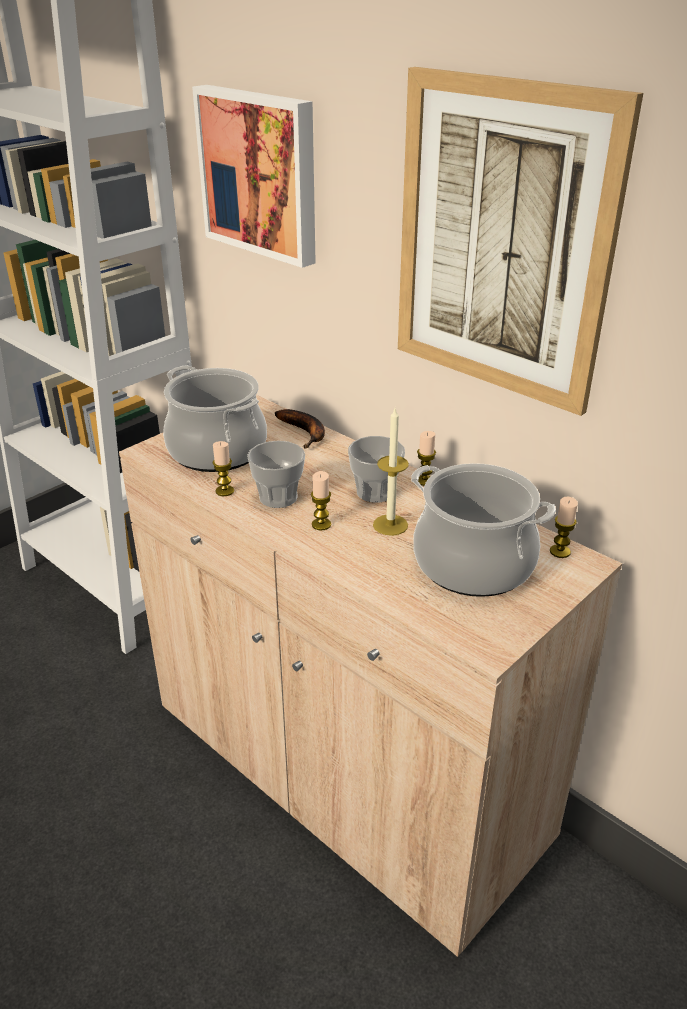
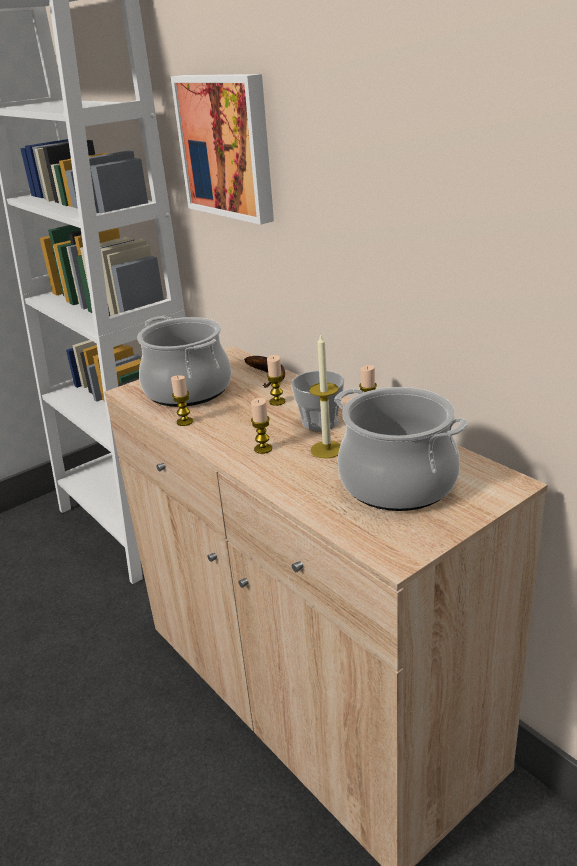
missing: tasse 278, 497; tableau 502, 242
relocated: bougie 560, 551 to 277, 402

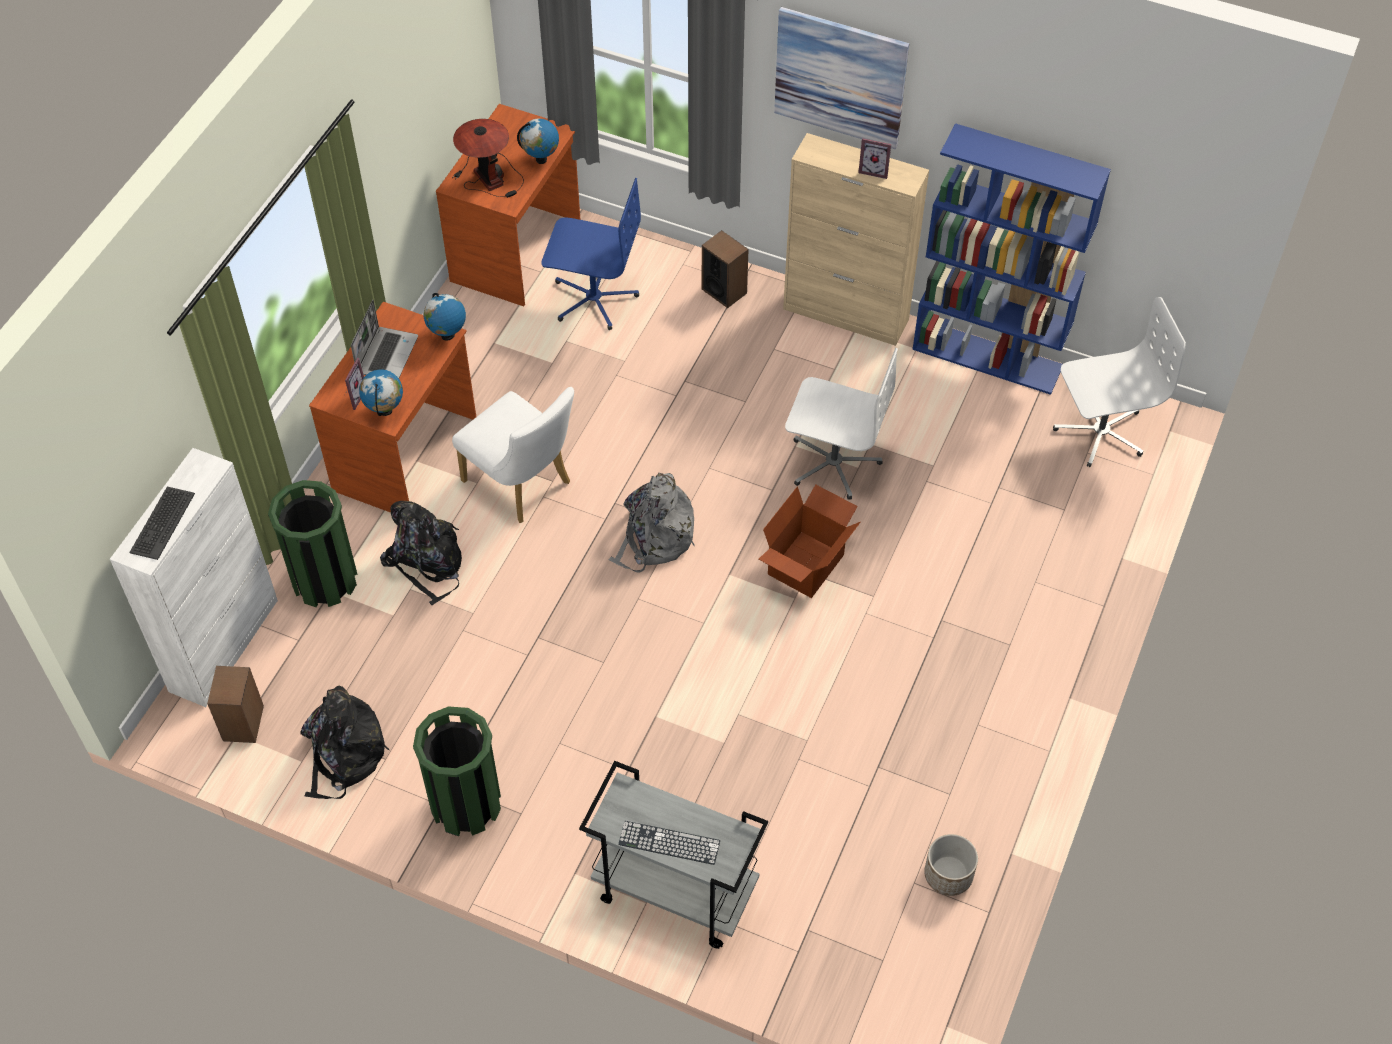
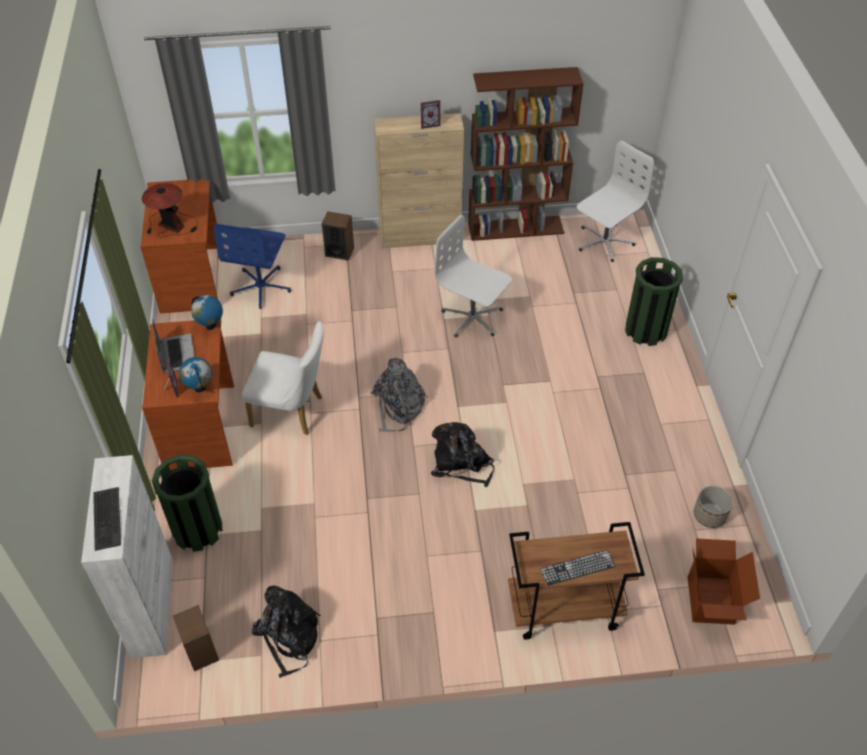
missing: globe 541, 159; tableau 840, 77
relocated: sac à dos [noir] 427, 562 to 461, 463; poubelle [vert] 466, 804 to 646, 330; carton 807, 565 to 711, 600
colour: bibliothèque [bleu] 988, 357 to bibliothèque [marron] 516, 228; chariot [gris] 673, 892 to chariot [marron] 563, 610
spun: chaise de bureau [bleu] 593, 298 = 261, 287 120 degrees clockwise; chaise de bureau [blanc] 833, 462 = 472, 318 135 degrees counterclockwise

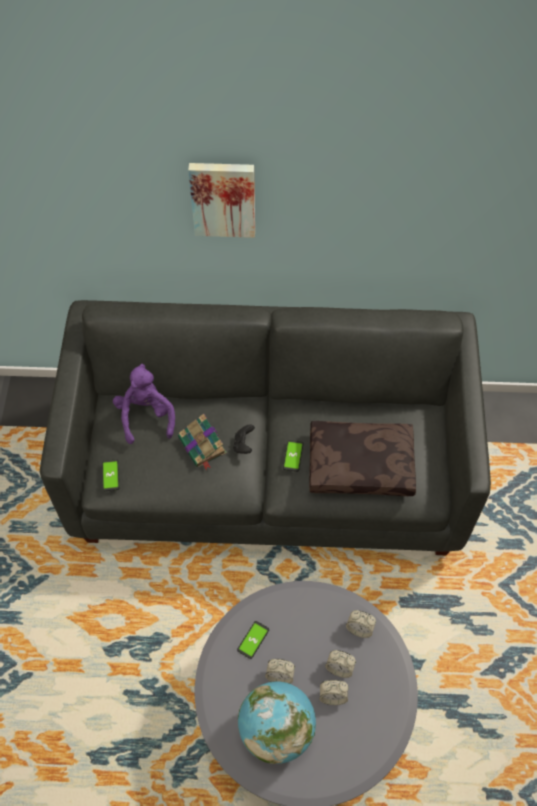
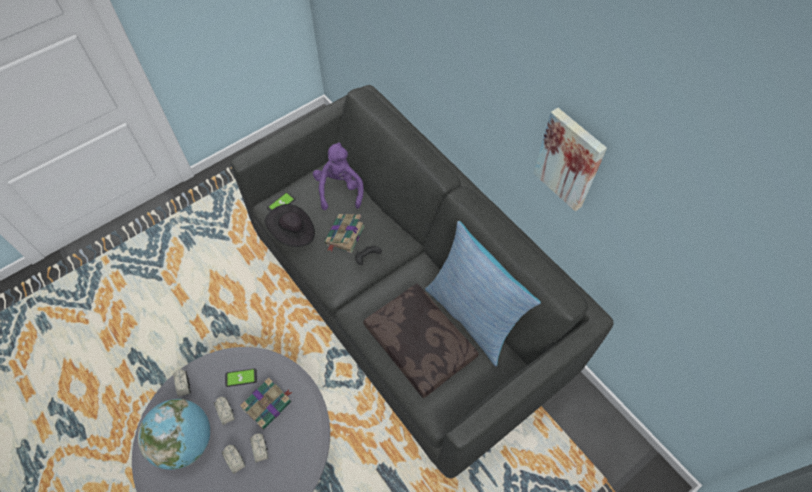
missing: téléphone 293, 456
appeared: livre 268, 404; chapeau [noir] 293, 233; coussin 473, 316
relocated: réveil 359, 628 to 185, 387; tableau 223, 198 to 570, 159
spun: peluche [violet] 146, 416 = 339, 189 45 degrees counterclockwise

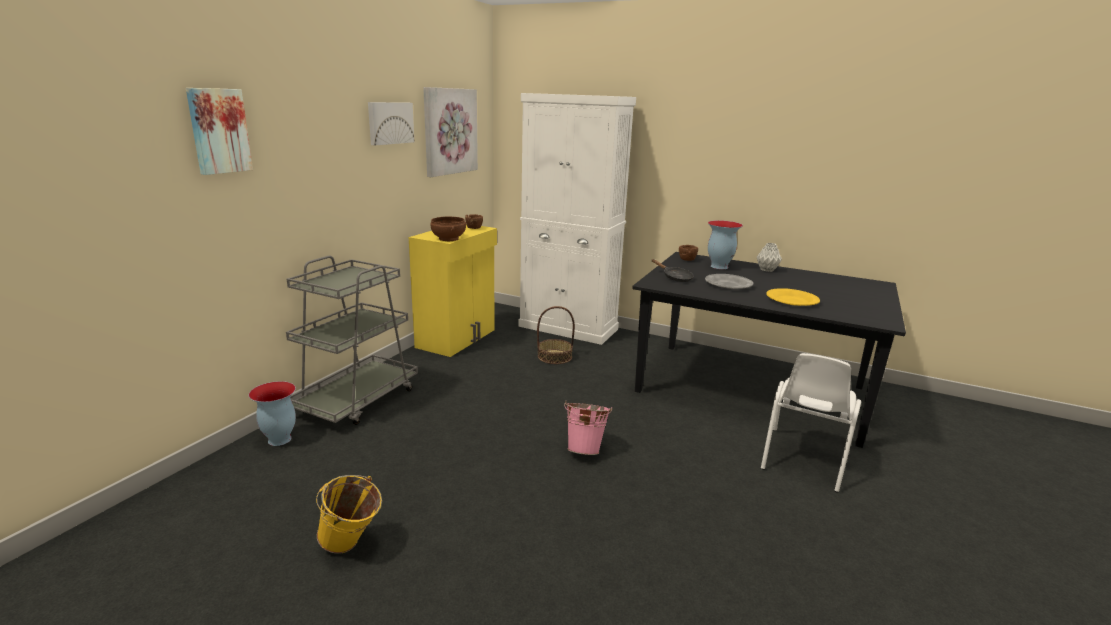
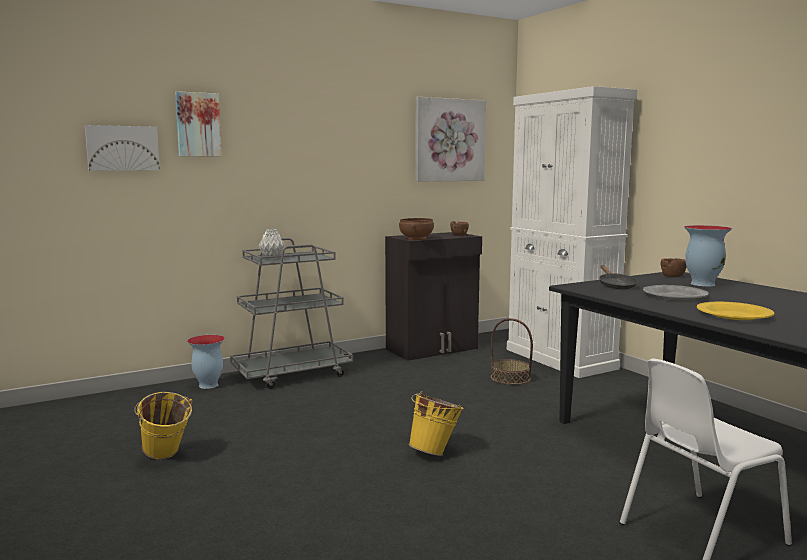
relocated: tableau 390, 123 to 122, 148; vase [gris] 766, 270 to 272, 258
colour: meuble de rangement [jaune] 457, 338 to meuble de rangement [noir] 433, 349; seau [rose] 585, 449 to seau [jaune] 435, 452

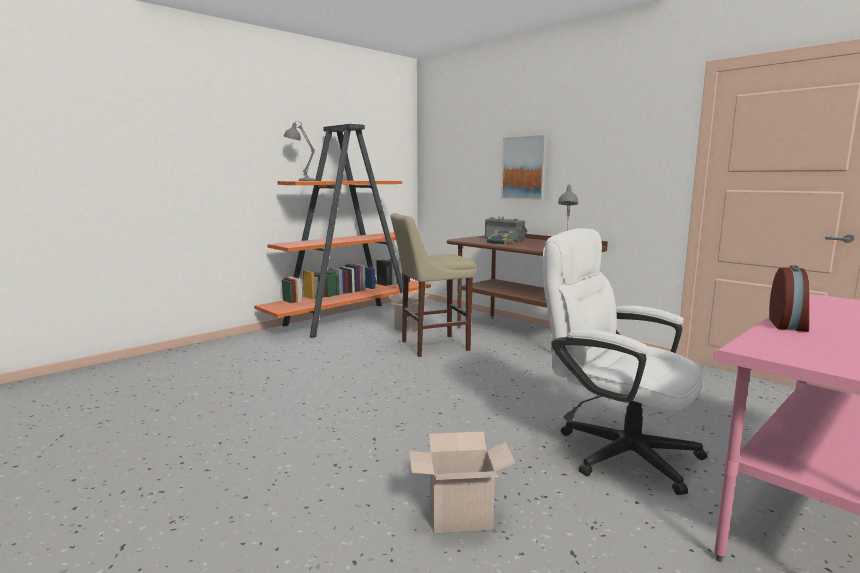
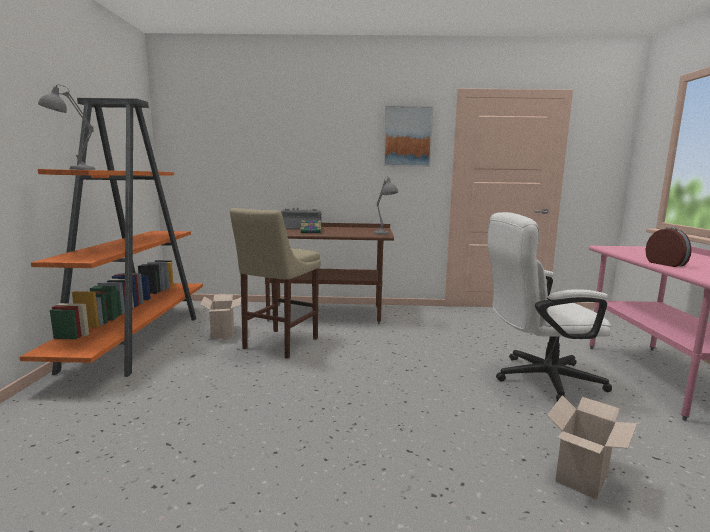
relocated: tableau 524, 168 to 407, 136

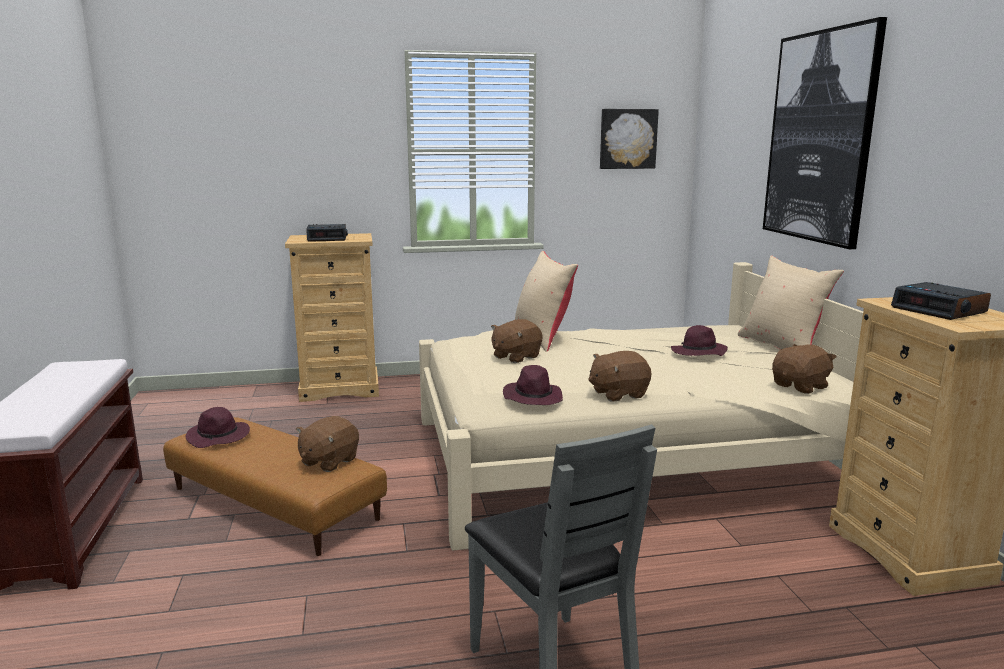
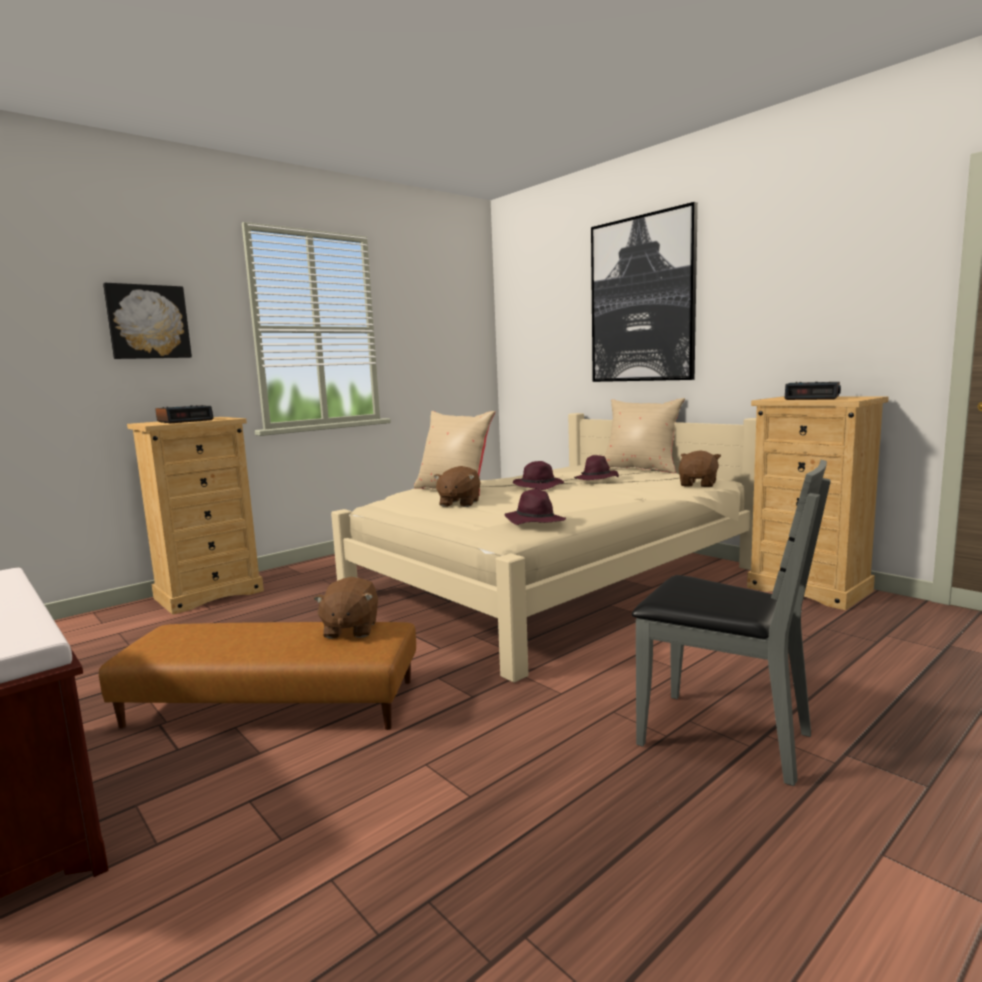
missing: peluche [marron] 618, 394
relocated: tableau 627, 139 to 148, 322; chapeau [violet] 219, 437 to 539, 486

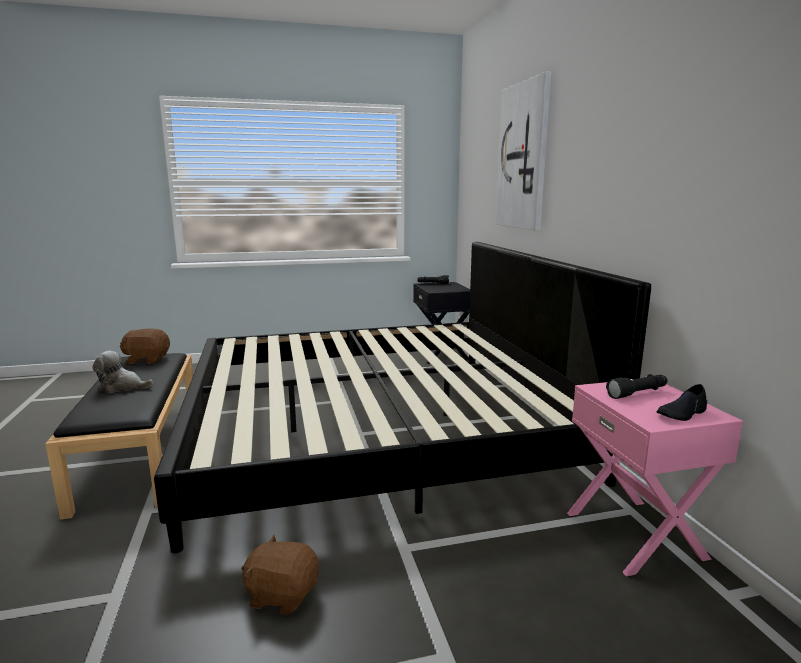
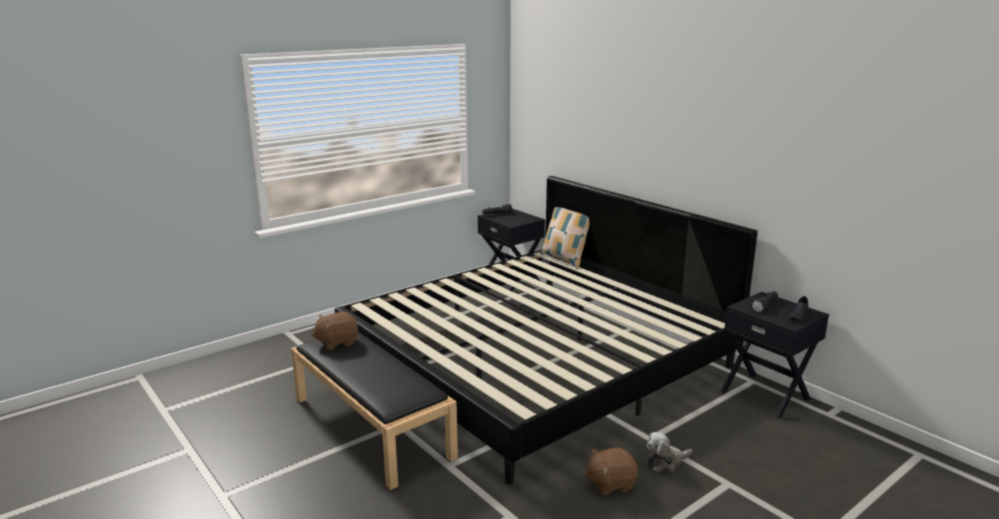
missing: tableau 524, 156
appeared: coussin 565, 259
relocated: peluche 122, 387 to 665, 462
colour: table de chevet [rose] 636, 534 to table de chevet [noir] 765, 395

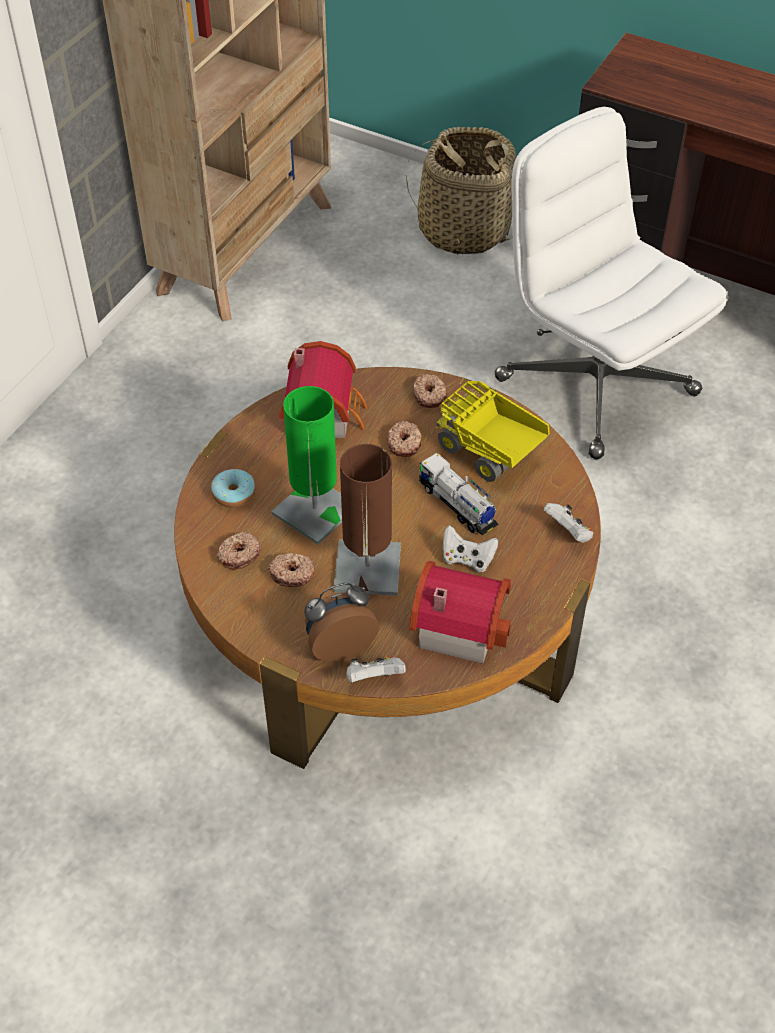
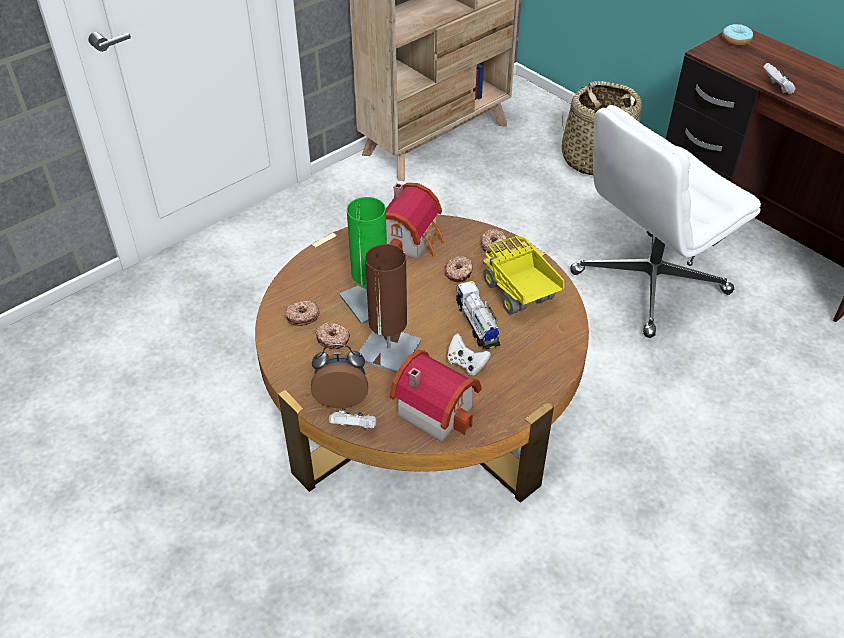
relocated: beignet 234, 494 to 735, 40; manette [blanc] 568, 533 to 777, 88
spun: chaise de bureau [blanc] 594, 385 = 648, 284 105 degrees counterclockwise

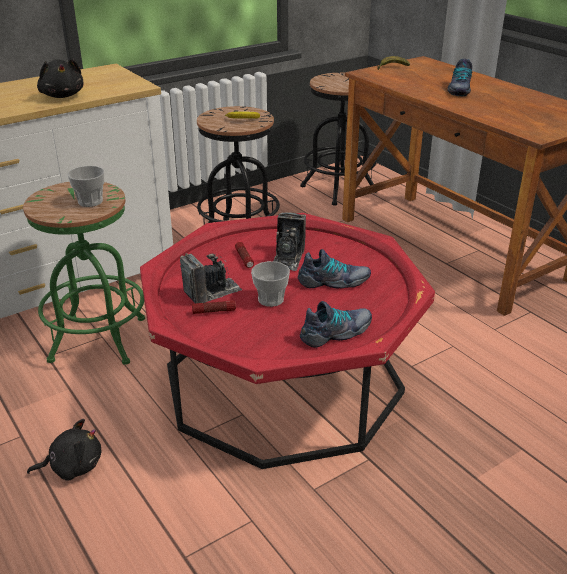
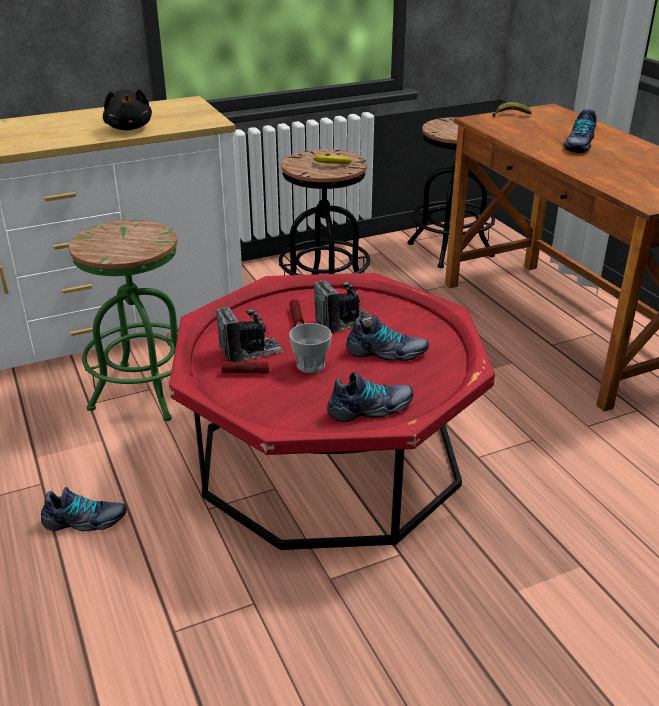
missing: tasse 90, 201
exchanged: peluche [noir] 73, 466 to chaussure 85, 521
spun: appareil photo 288, 258 = 344, 321 135 degrees counterclockwise

